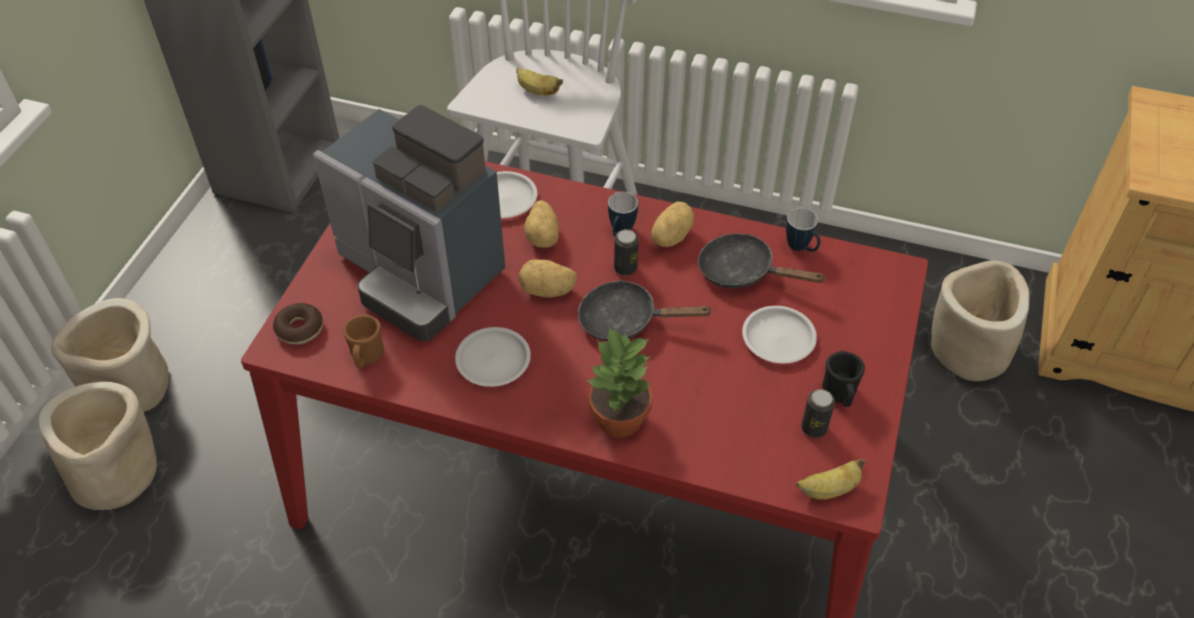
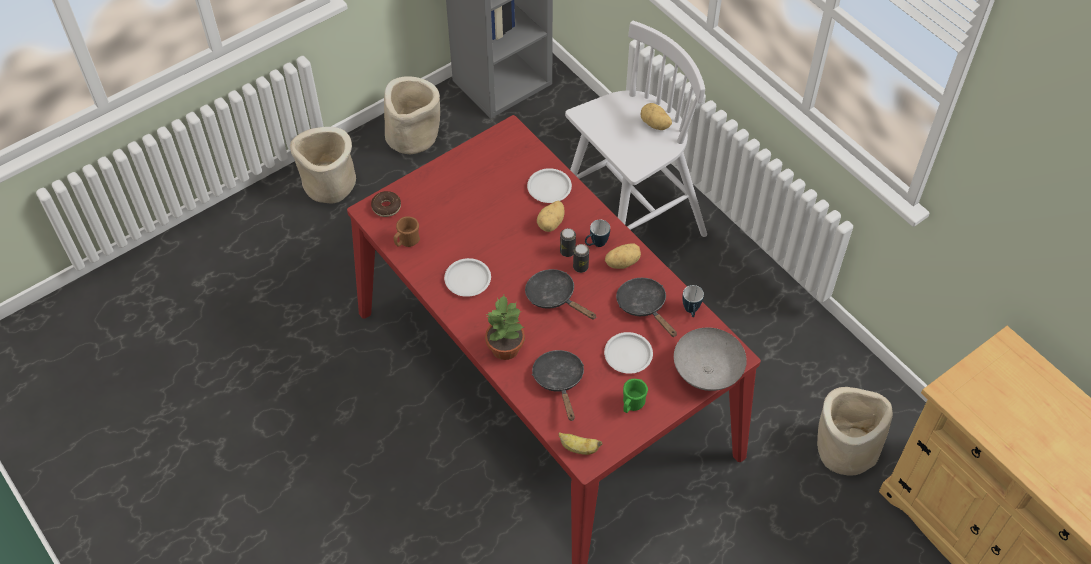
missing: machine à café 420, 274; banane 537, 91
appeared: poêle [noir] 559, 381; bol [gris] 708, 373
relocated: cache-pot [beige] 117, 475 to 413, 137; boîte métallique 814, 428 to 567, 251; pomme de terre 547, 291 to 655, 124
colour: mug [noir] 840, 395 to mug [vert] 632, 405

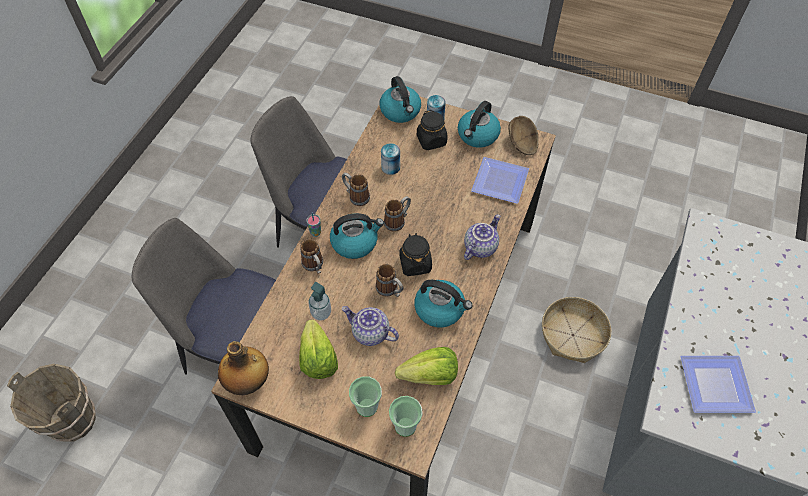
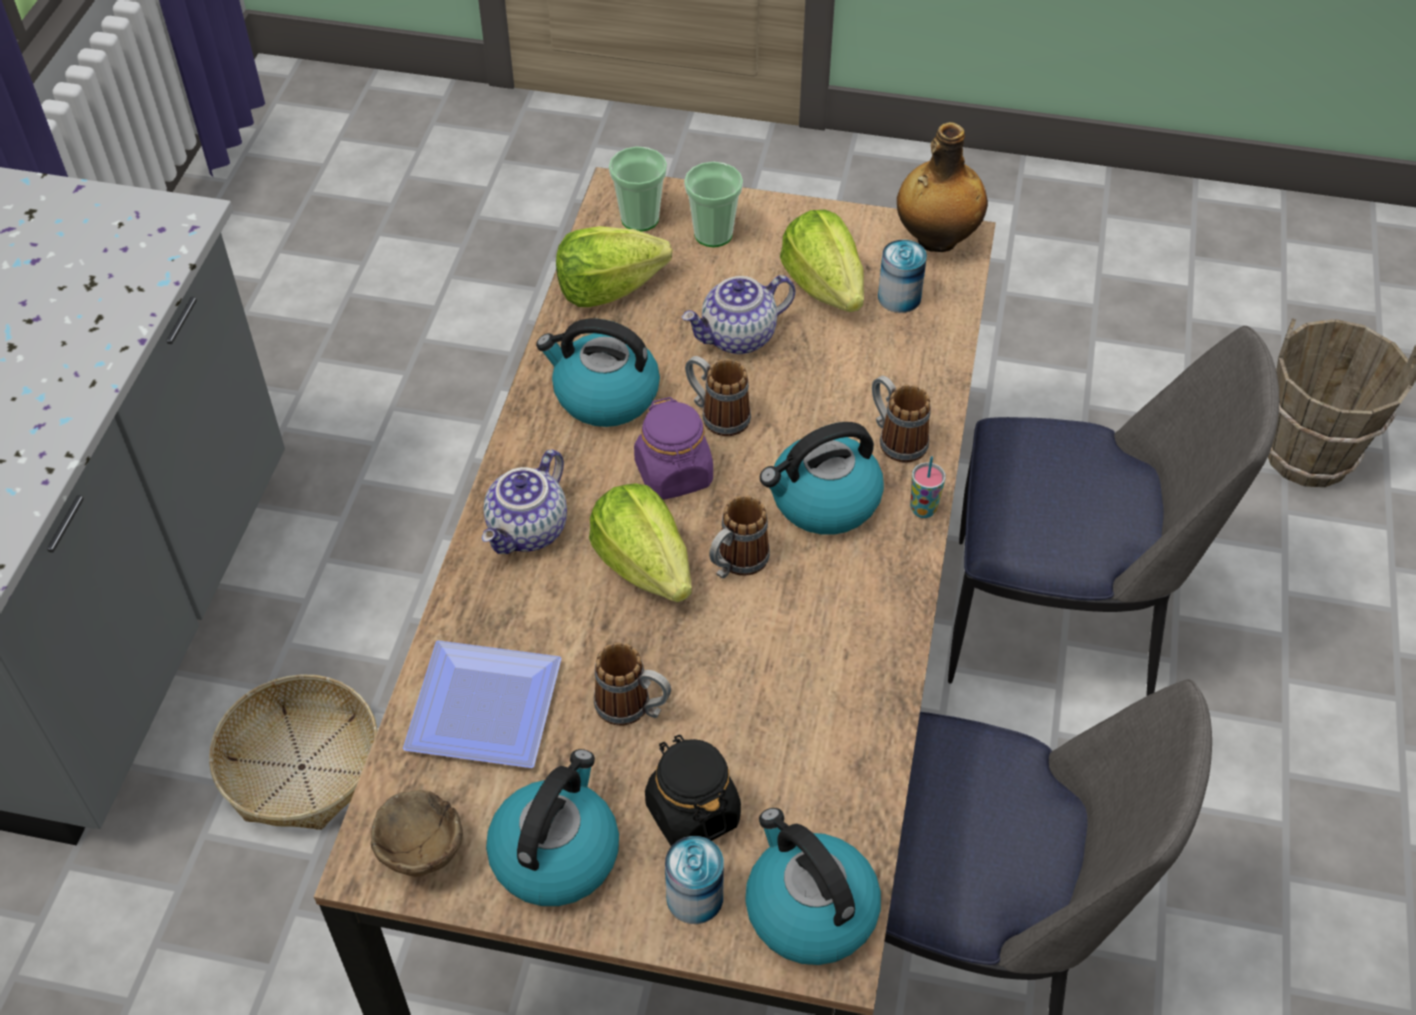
missing: distributeur de savon 321, 313; assiette 712, 383
appeared: laitue 644, 565
relocated: mug 356, 196 to 633, 708; boîte métallique 390, 167 to 899, 297
colour: bocal [noir] 415, 264 to bocal [violet] 674, 474
spun: théière 370, 333 = 738, 337 135 degrees clockwise

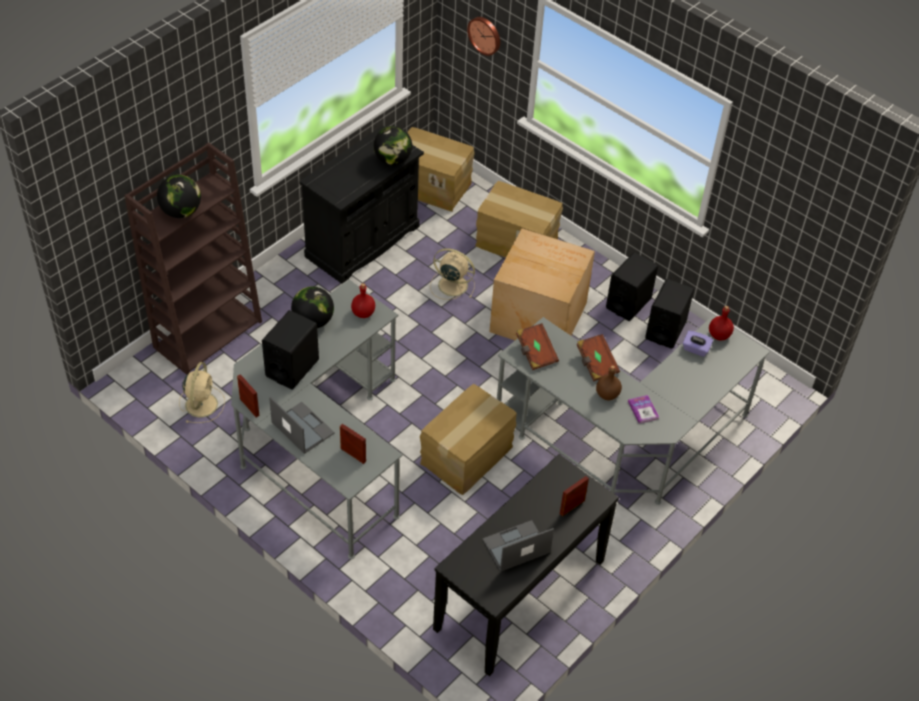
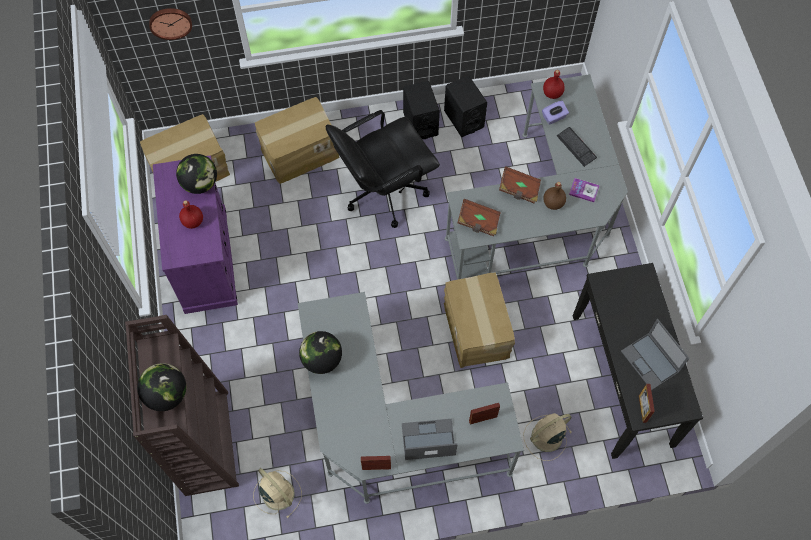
missing: enceinte [noir] 292, 368
appeared: clavier 576, 147
relocated: bouteille [rouge] 363, 313 to 193, 221; ventilateur [beige] 451, 285 to 545, 437; cadre photo 572, 507 to 642, 408
exchanged: carton 537, 316 to chaise de bureau [noir] 384, 191
colour: meuble de rangement [noir] 363, 242 to meuble de rangement [violet] 206, 259
spun: ordinateur portable 515, 546 = 651, 361 45 degrees counterclockwise

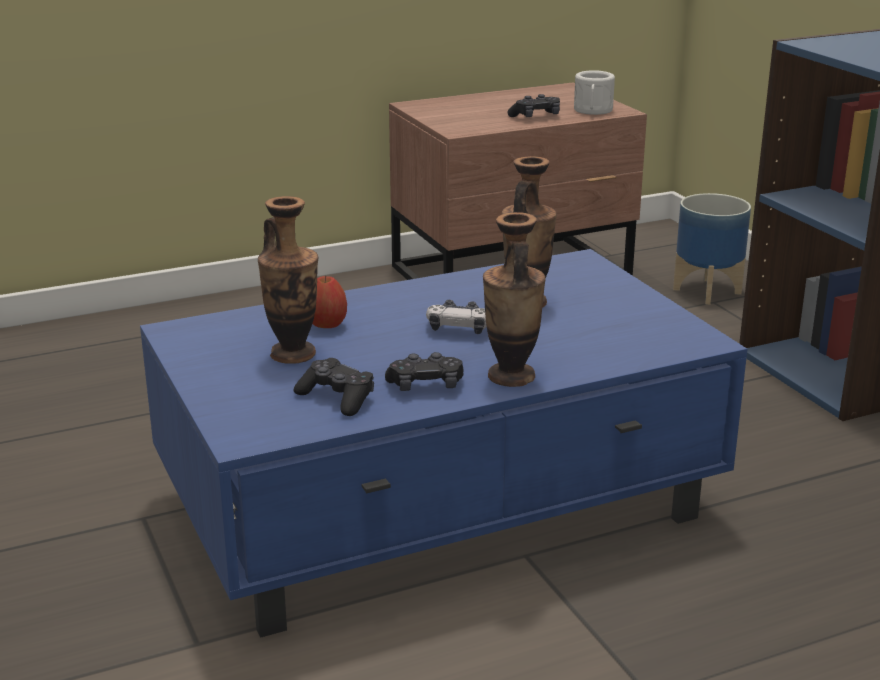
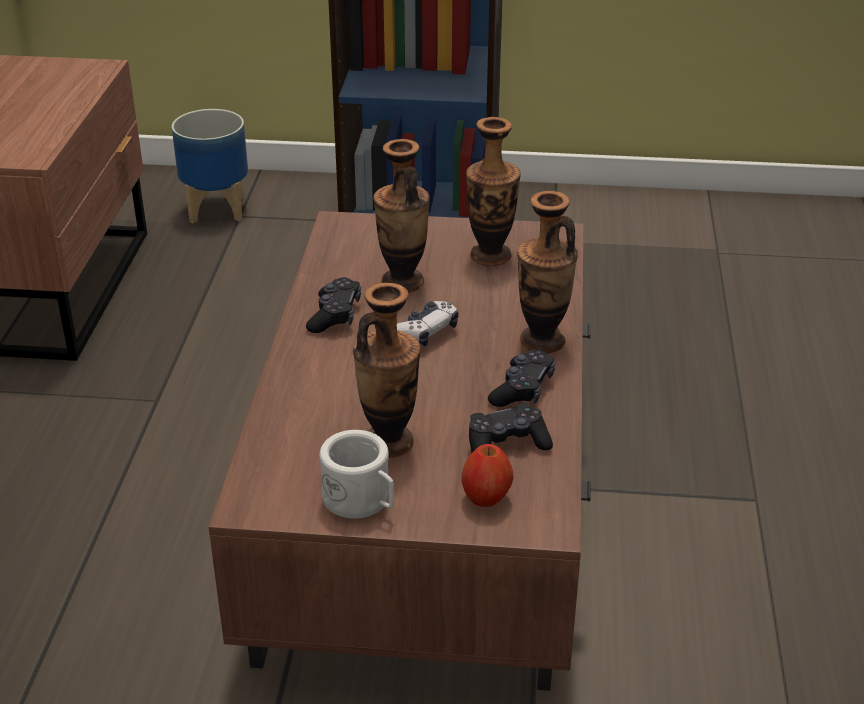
appeared: vase 490, 256
relocated: manette [noir] 536, 117 to 335, 315; mug [blanc] 592, 111 to 362, 501; pomme 326, 325 to 486, 498
colour: table basse [bleu] 442, 504 to table basse [marron] 428, 501

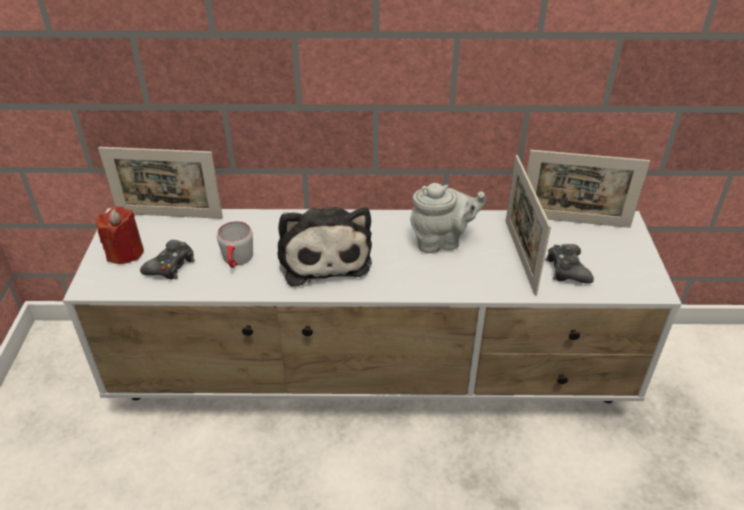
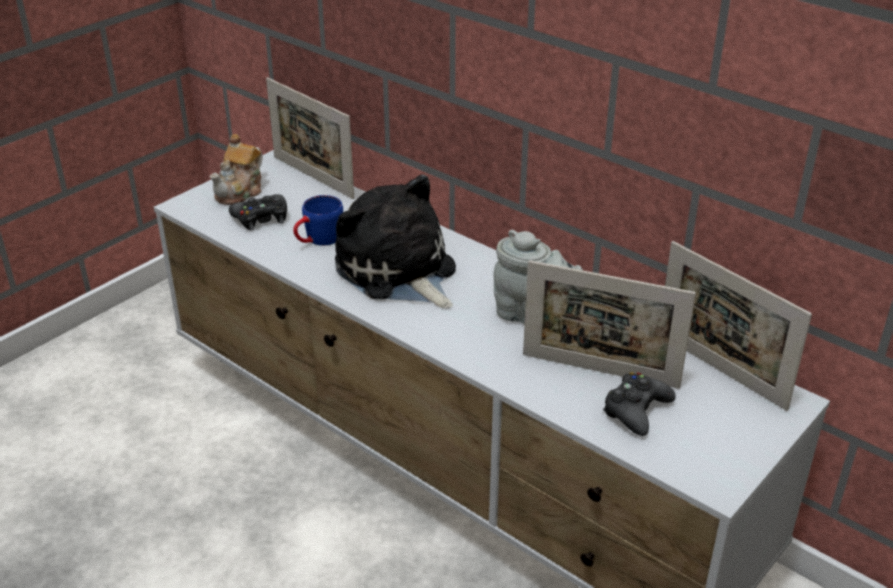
exchanged: bougie [rouge] 125, 253 to théière 240, 191
colour: mug [gris] 237, 261 to mug [bleu] 318, 240
spun: peluche 323, 256 = 398, 272 120 degrees clockwise; cadre photo 520, 256 = 600, 371 105 degrees counterclockwise

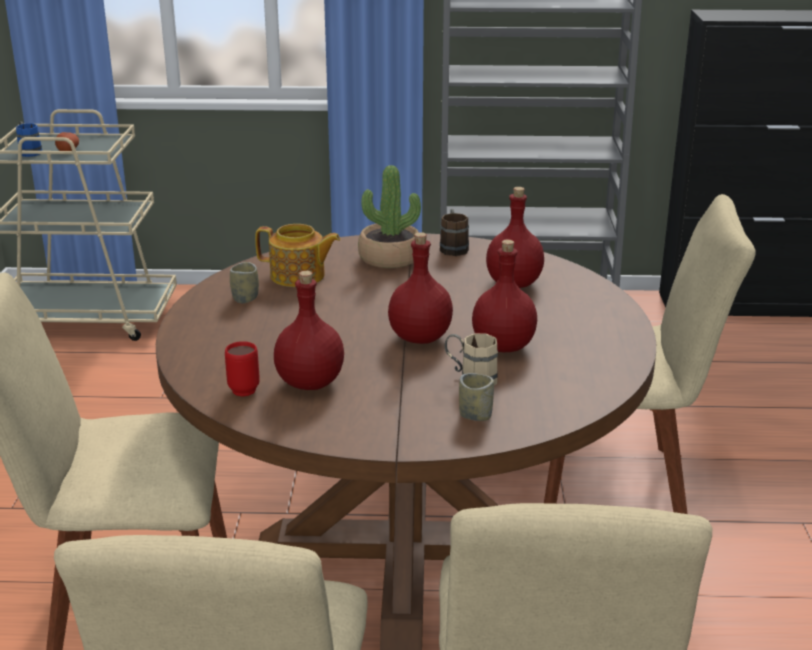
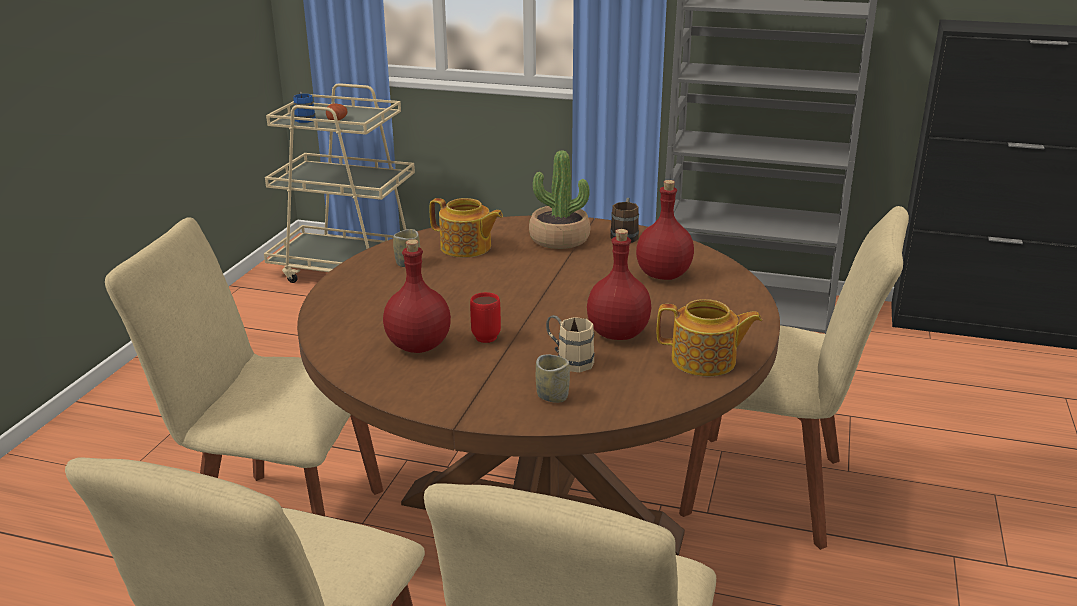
missing: bouteille [rouge] 419, 337
appeared: théière 705, 361
relocated: mug [rouge] 240, 388 to 484, 335

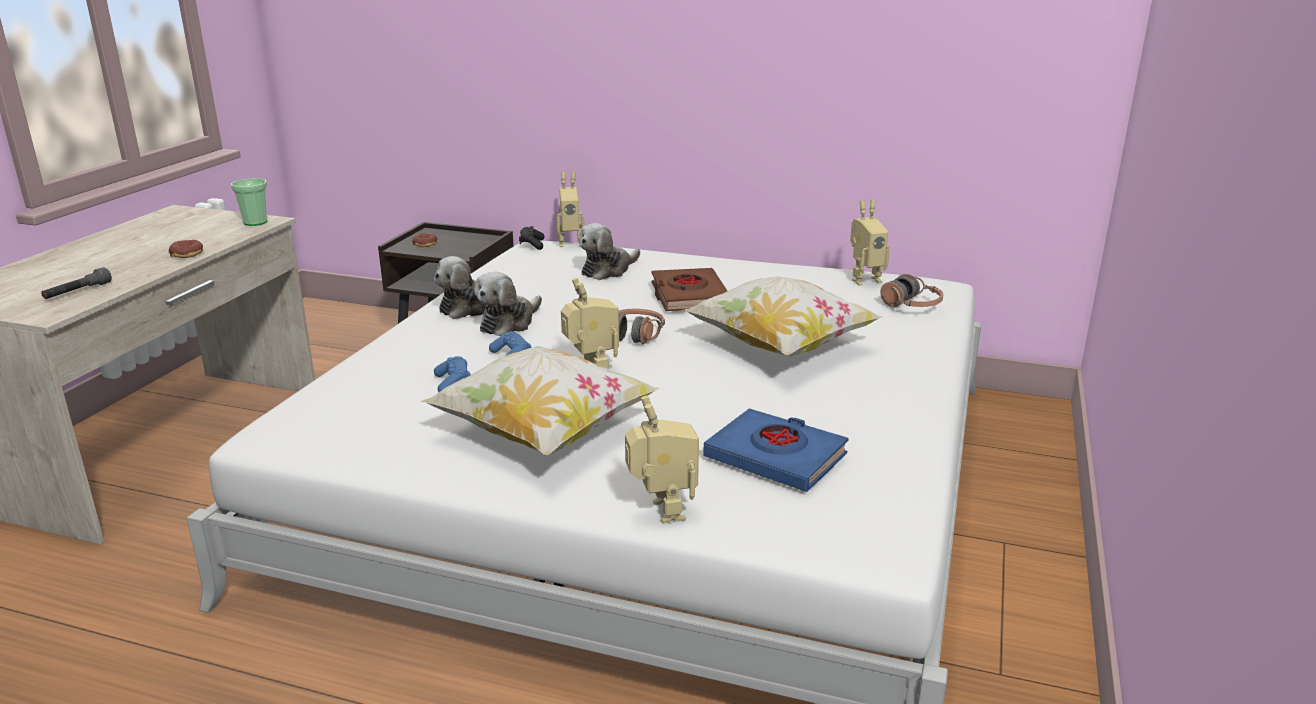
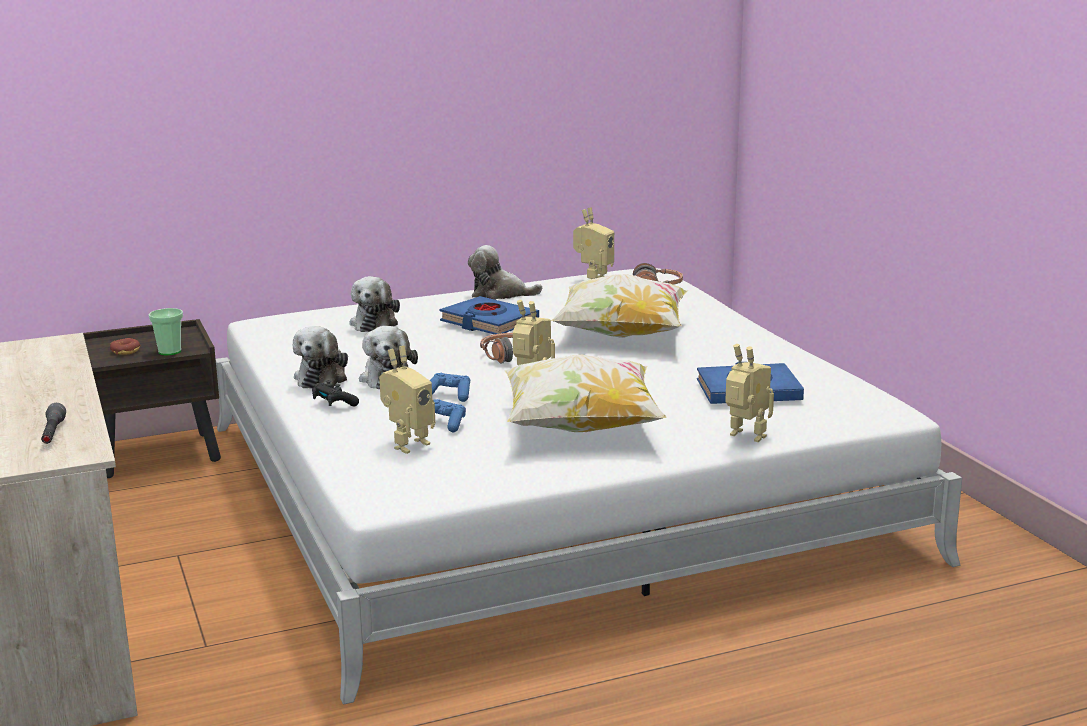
missing: beignet 187, 254
appeared: peluche 500, 294
relocated: tasse 255, 222 to 169, 351; manette [noir] 532, 245 to 334, 403; robot jouet 570, 243 to 407, 444
colour: livre [marron] 689, 296 to livre [bleu] 489, 322

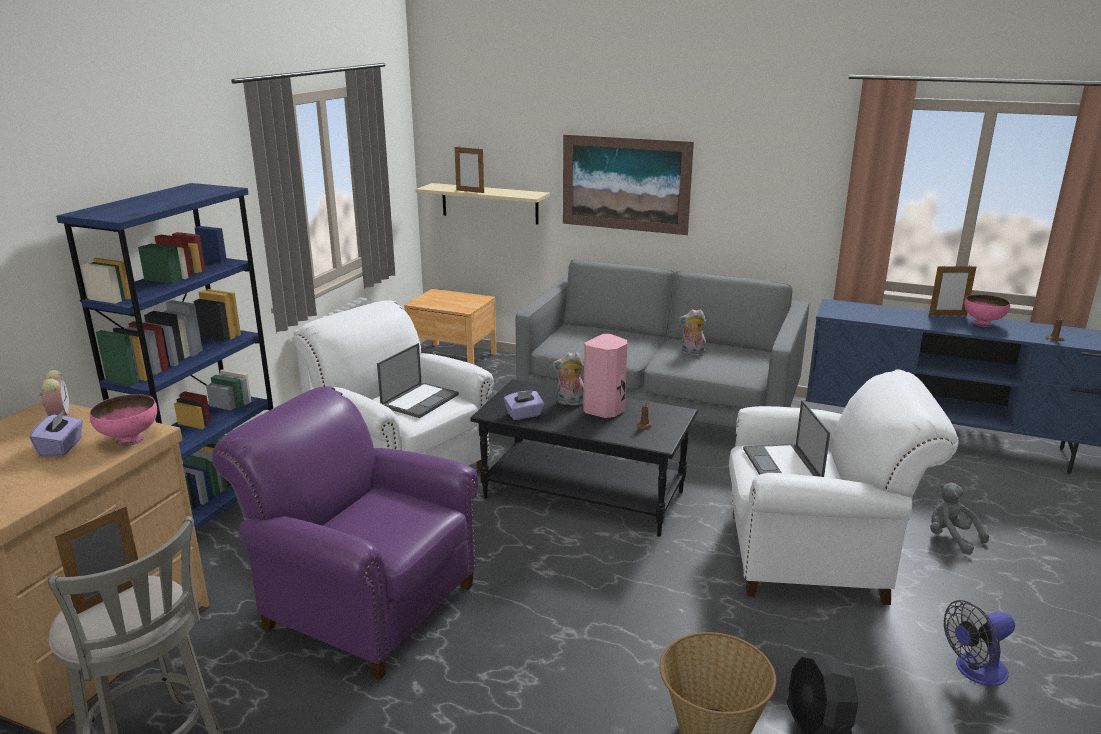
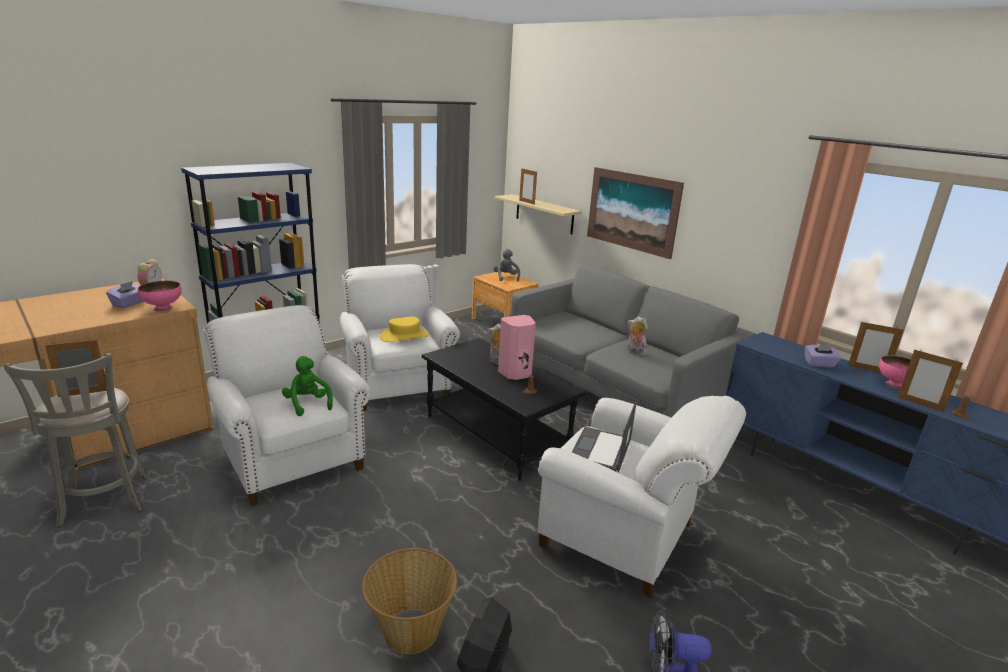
appeared: peluche [vert] 308, 404; cadre photo 920, 404
relocated: peluche [gris] 951, 538 to 506, 277; boîte à mouchoirs [violet] 524, 415 to 819, 364
exchanged: ordinateur portable 420, 400 to chapeau [jaune] 404, 336
colour: fauteuil [violet] 362, 604 to fauteuil [blanc] 290, 457

